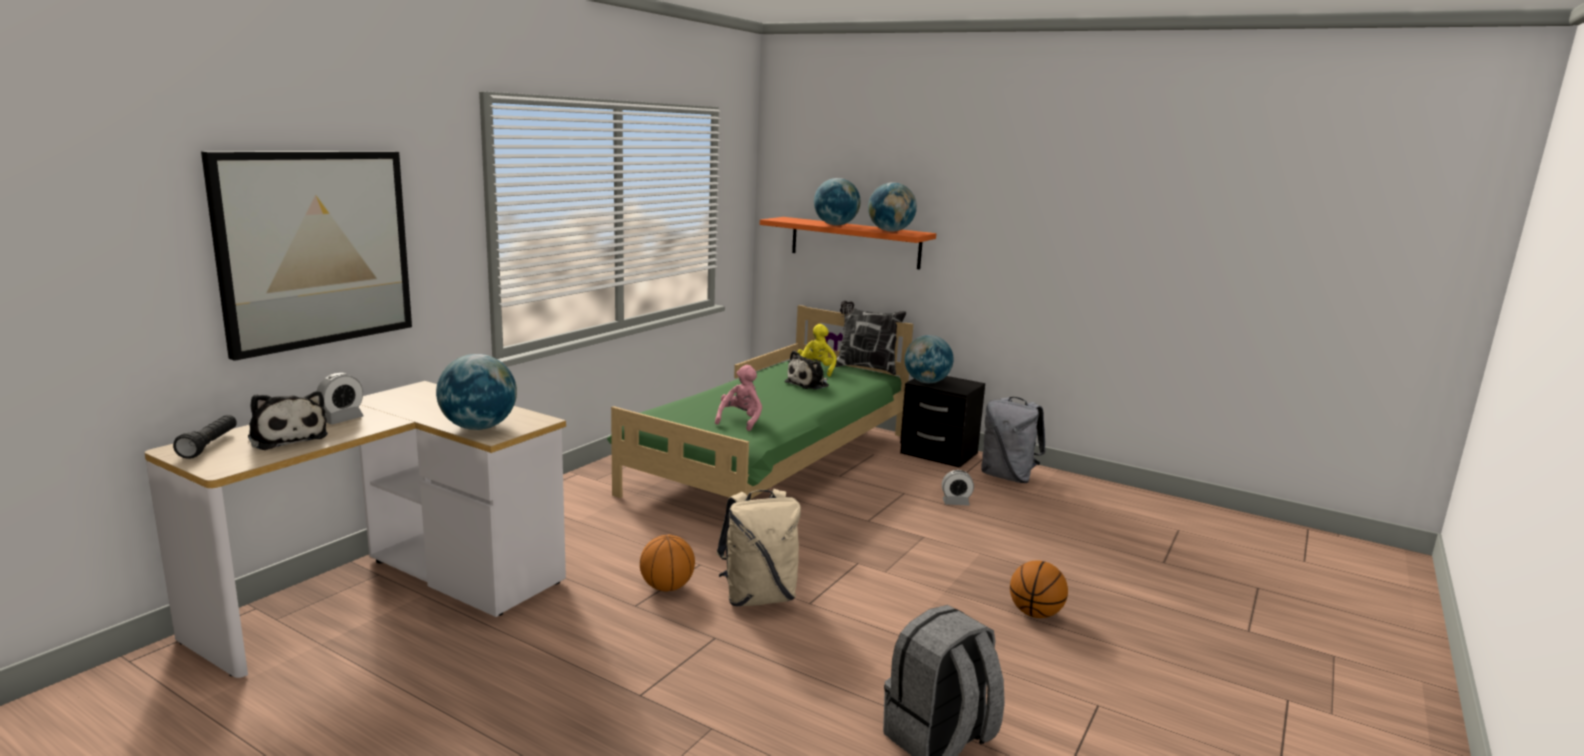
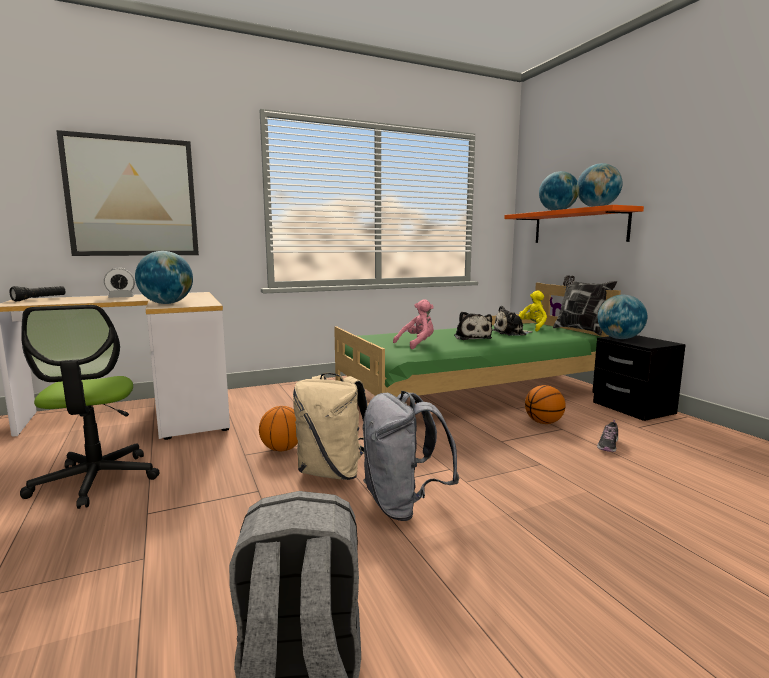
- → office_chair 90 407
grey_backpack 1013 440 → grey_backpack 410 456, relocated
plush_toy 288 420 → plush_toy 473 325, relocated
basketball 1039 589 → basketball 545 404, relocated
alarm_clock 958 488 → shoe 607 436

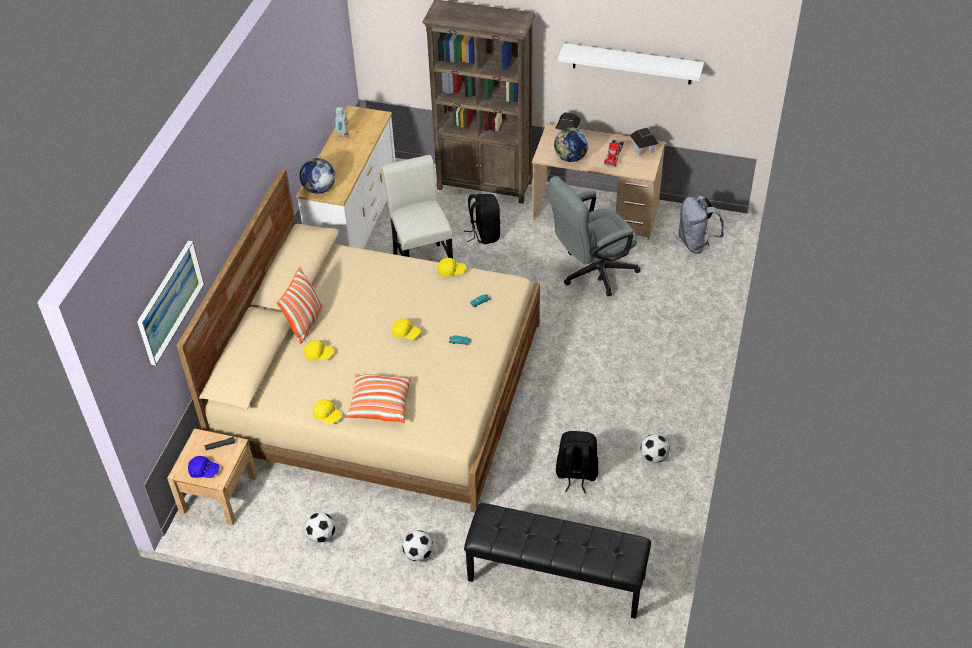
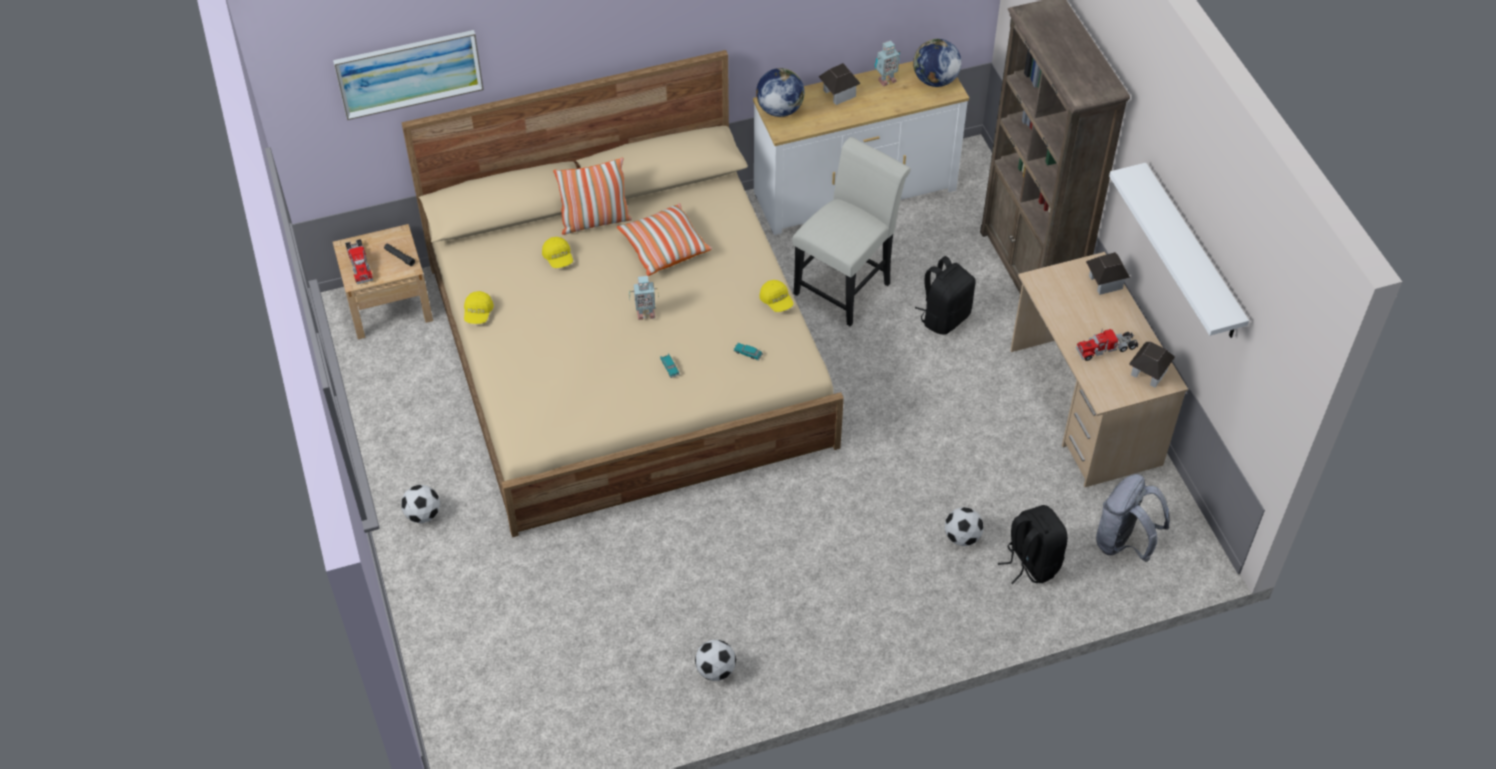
blue_cap 203 467 → toy_truck 359 261
pillow 378 398 → pillow 664 239, relocated
yellow_cap 406 329 → toy_robot 644 298
- → toy_house 839 84
globe 571 145 → globe 937 63, relocated
football 320 527 → football 964 526, relocated
black_backpack 577 462 → black_backpack 1033 544, relocated
black_bench 557 561 → -
grey_office_chair 594 236 → -

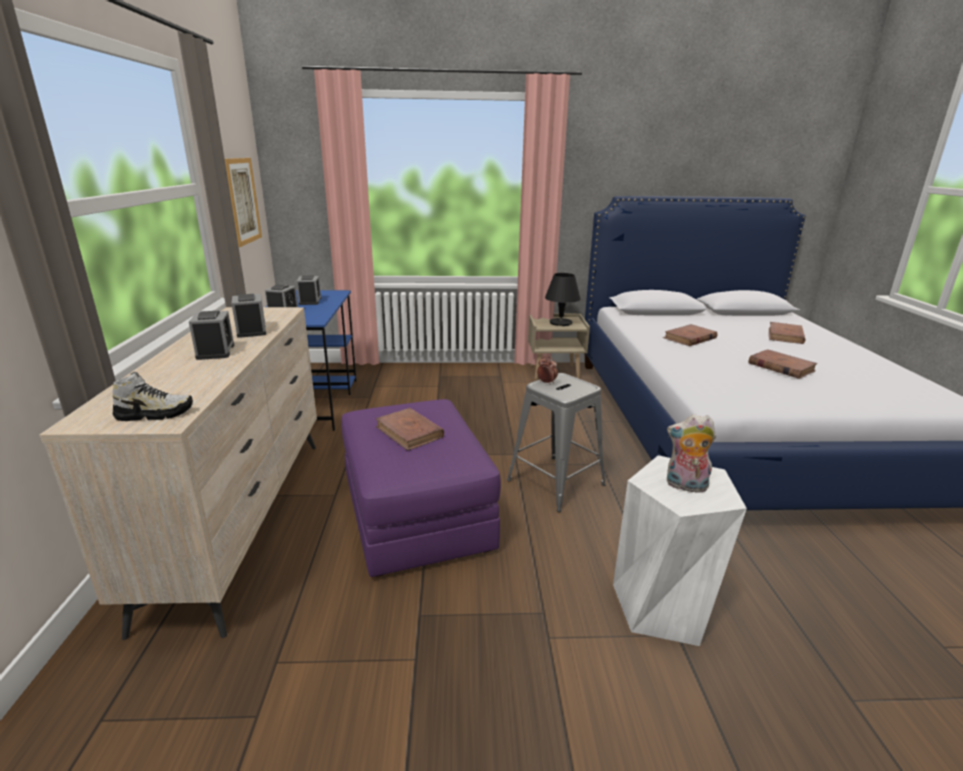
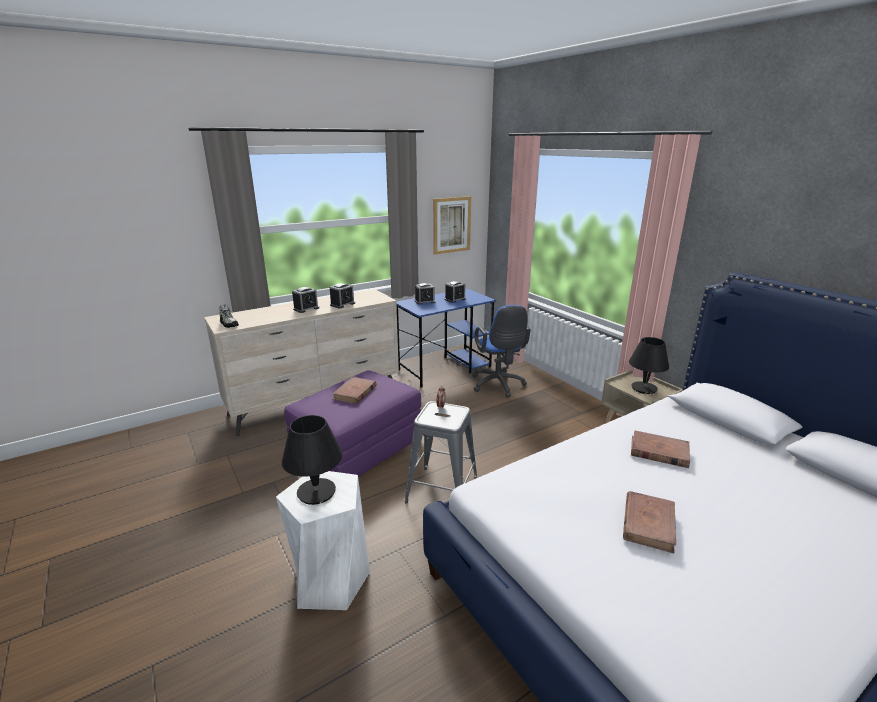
plush_toy 691 453 → black_table_lamp 312 460
- → blue_office_chair 501 351
brown_book 787 333 → -

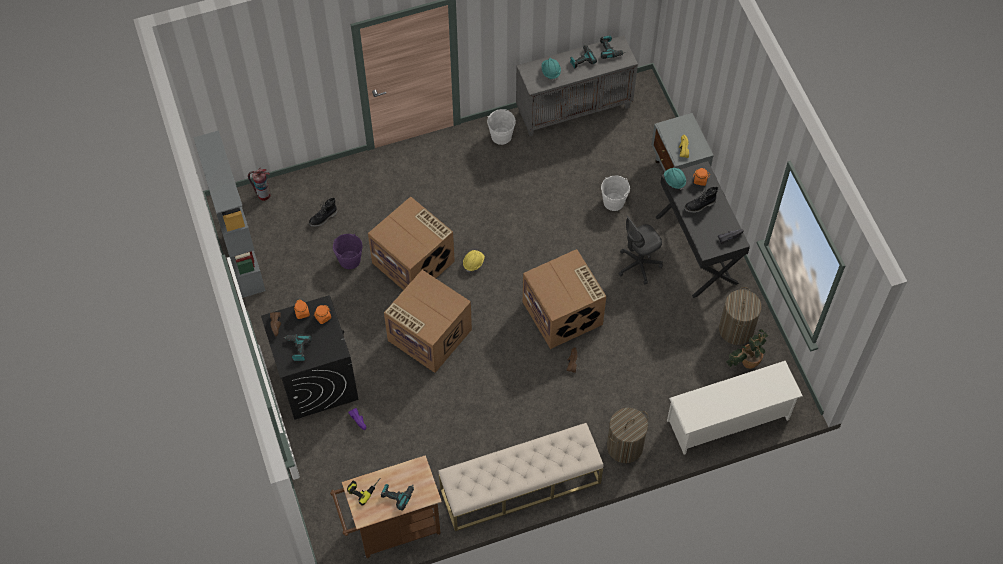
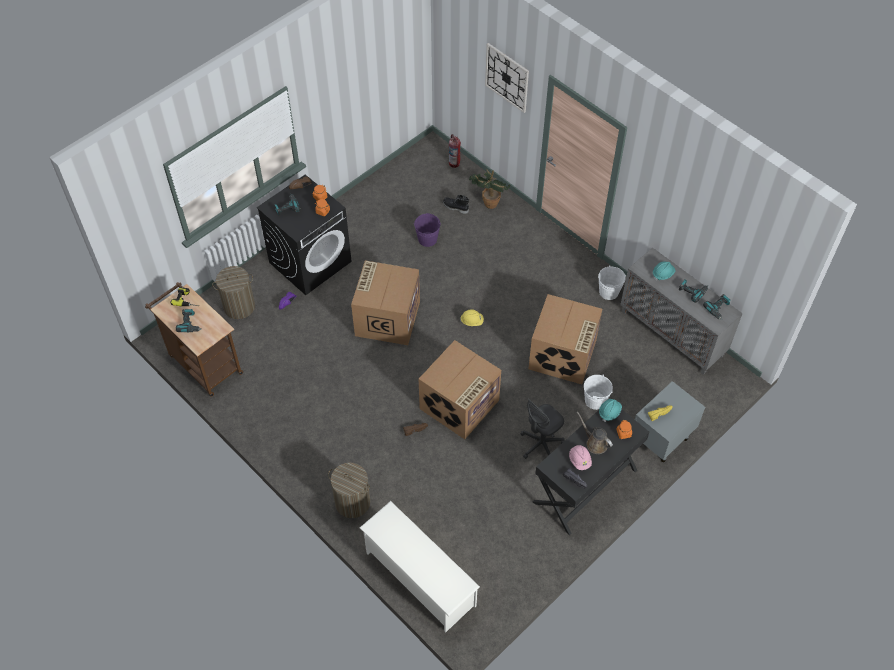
laundry_basket 740 316 → laundry_basket 233 292, relocated
potted_plant 747 349 → potted_plant 489 189, relocated
- → wall_clock 507 78
grey_office_chair 640 250 → grey_office_chair 543 429, 75 degrees counterclockwise
cardboard_box 411 243 → cardboard_box 565 339, relocated
- → pink_hard_hat 580 457
black_boot 701 200 → brown_watering_can 595 433
grey_bookcase 229 214 → -
beige_bench 521 477 → -

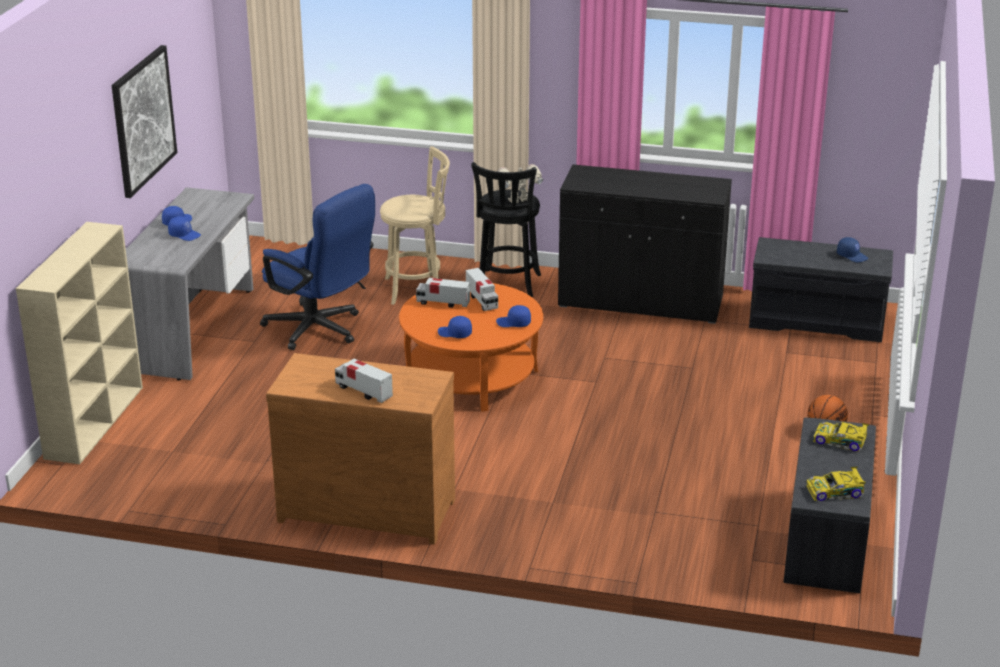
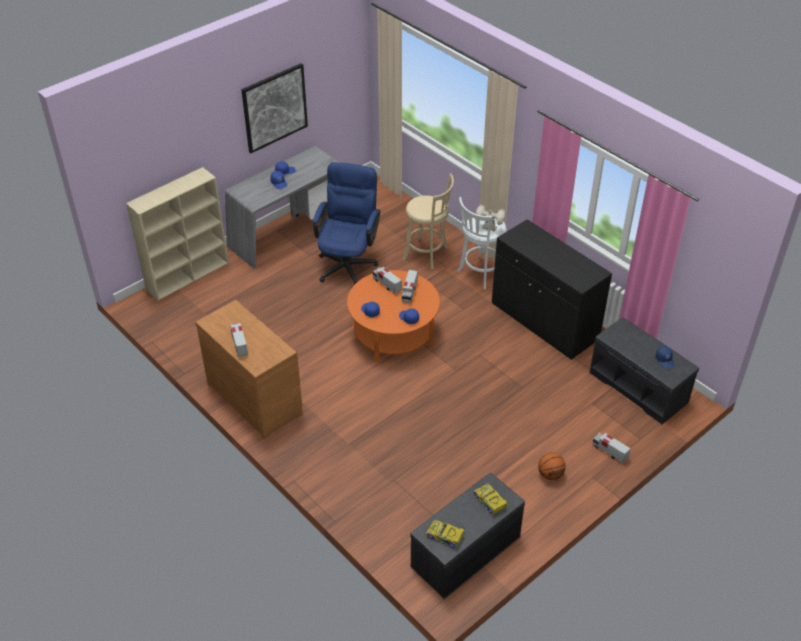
blue_office_chair 317 267 → blue_office_chair 347 223, 150 degrees counterclockwise
black_stool 506 229 → white_stool 481 243
- → toy_truck 611 448

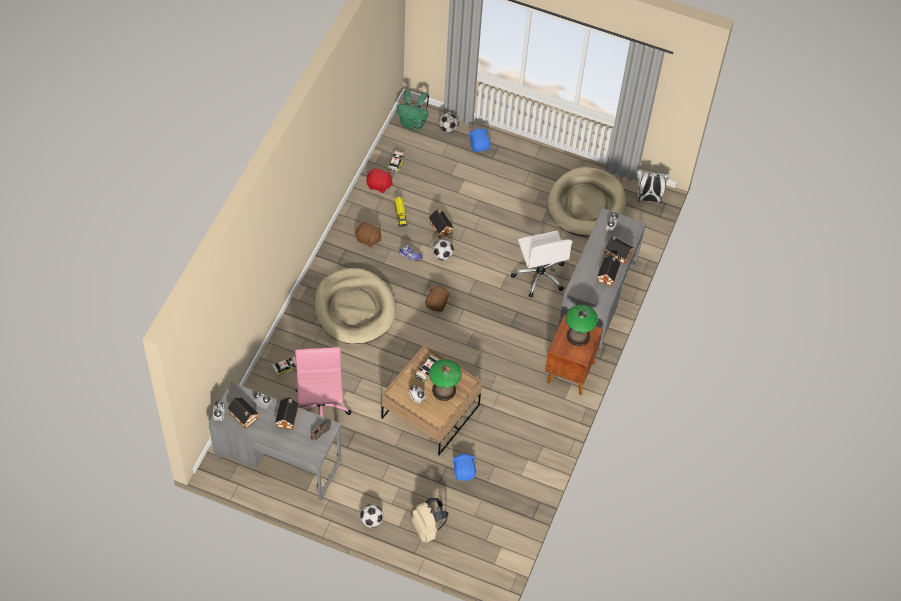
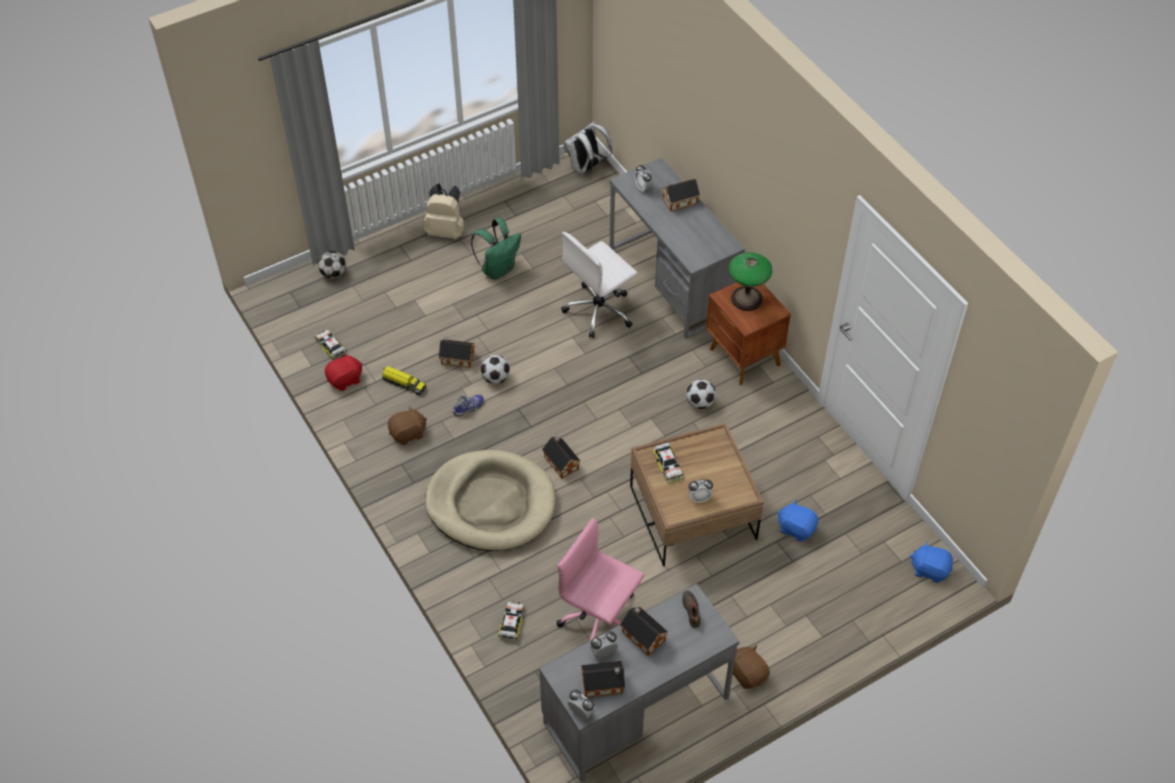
beige_backpack 429 520 → beige_backpack 443 211, relocated
green_backpack 413 109 → green_backpack 496 248, relocated
toy_house 609 270 → toy_house 561 457, relocated
white_office_chair 542 264 → white_office_chair 599 285, 120 degrees clockwise
football 371 516 → football 701 394, relocated
brown_plush_toy 438 299 → brown_plush_toy 751 667, relocated
blue_plush_toy 479 140 → blue_plush_toy 931 562, relocated
table_lamp 445 380 → -
beige_dog_bed 587 202 → -

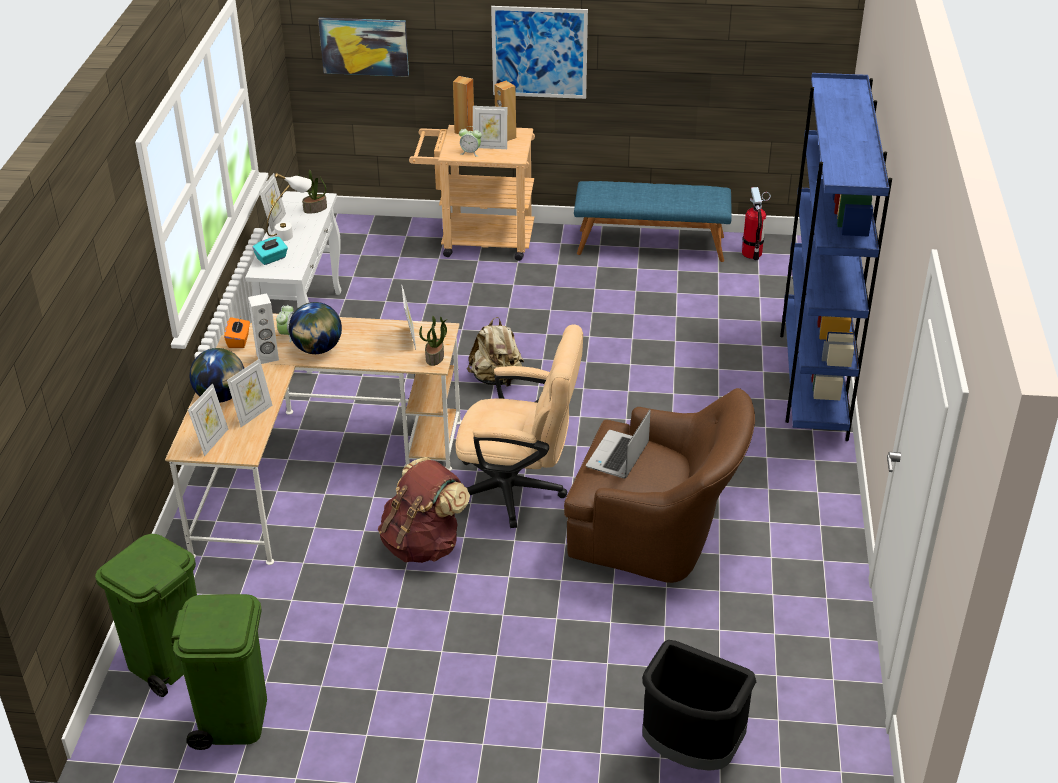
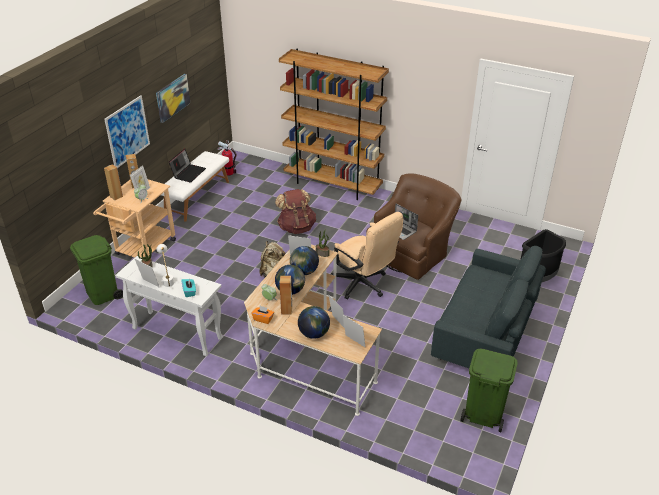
green_trash_can 146 615 → green_trash_can 96 270, relocated
picture 363 47 → picture 173 98, relocated
blue_bench 653 221 → white_bench 195 186
- → laptop 187 165
brown_backpack 424 510 → brown_backpack 295 211, relocated
blue_bookcase 836 257 → brown_bookcase 334 124
white_speaker 263 328 → brown_speaker 285 295
- → globe 304 260
beige_office_chair 519 426 → beige_office_chair 367 255, 105 degrees clockwise
- → grey_sofa 488 307

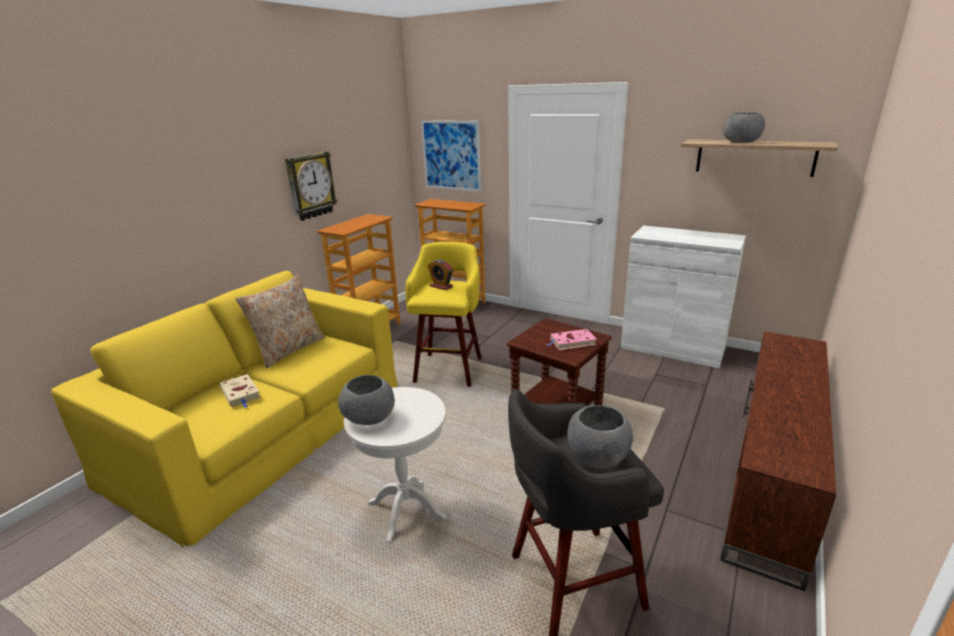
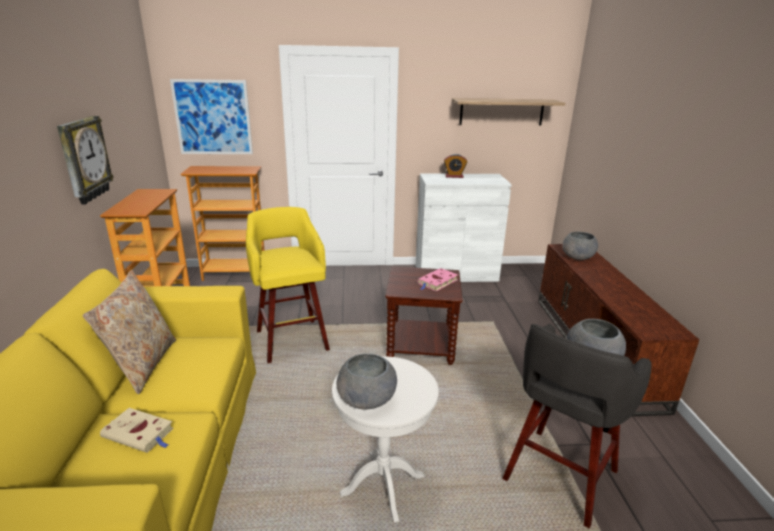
alarm_clock 440 274 → alarm_clock 455 166, relocated
grey_bowl 743 128 → grey_bowl 580 246, relocated

